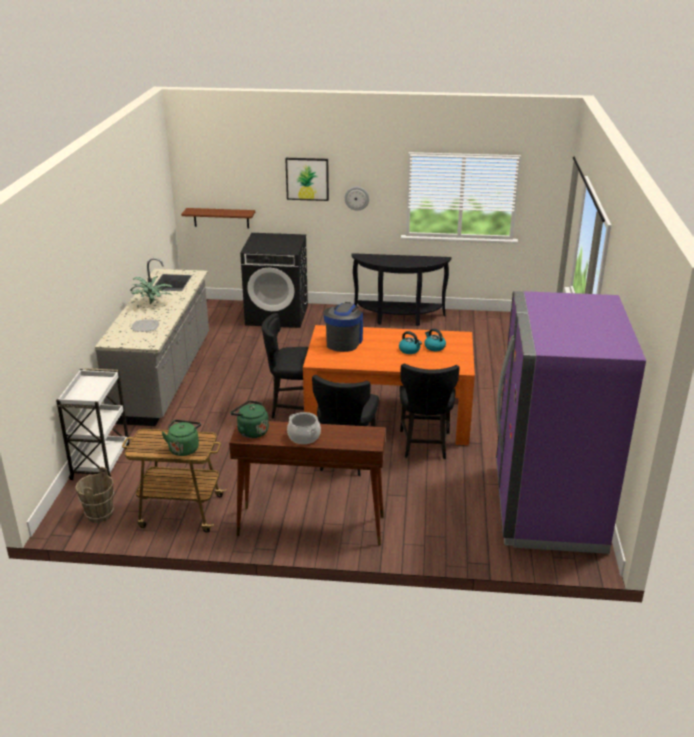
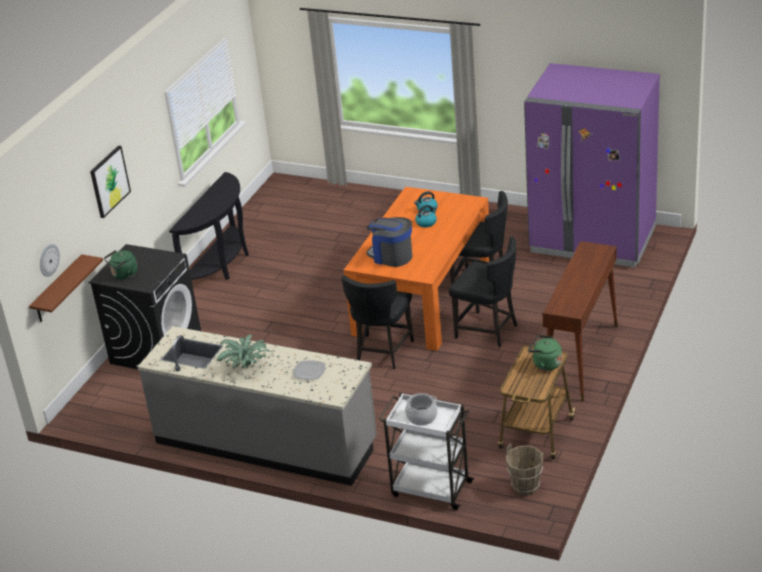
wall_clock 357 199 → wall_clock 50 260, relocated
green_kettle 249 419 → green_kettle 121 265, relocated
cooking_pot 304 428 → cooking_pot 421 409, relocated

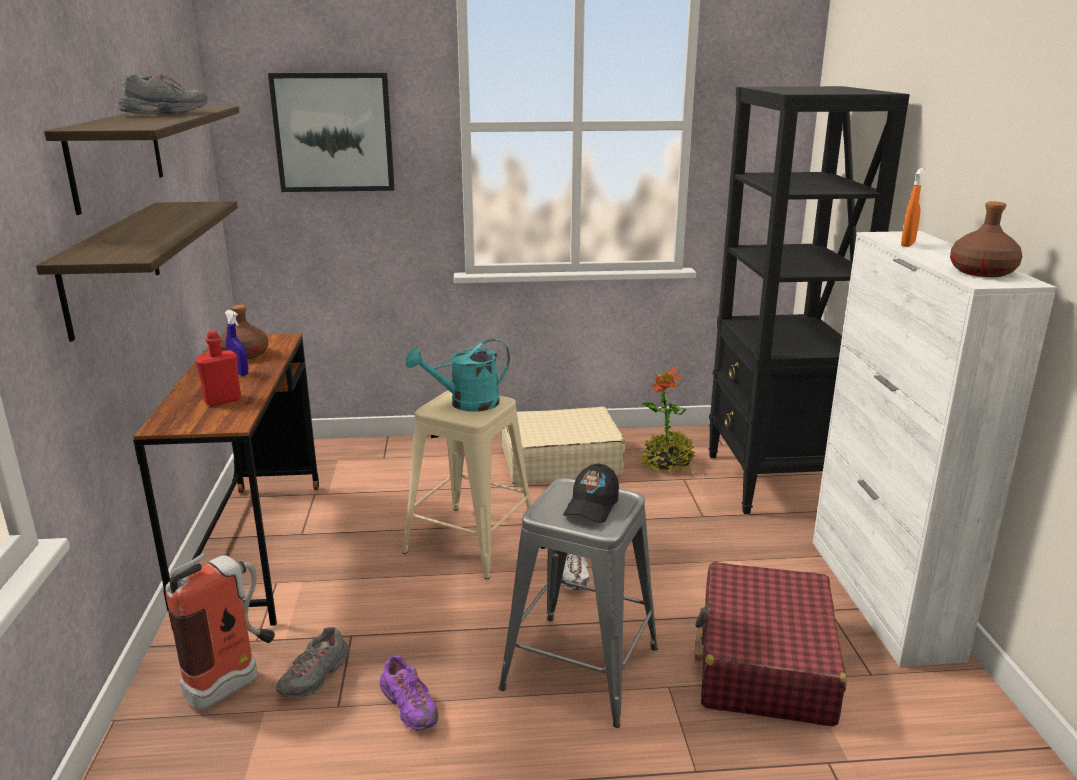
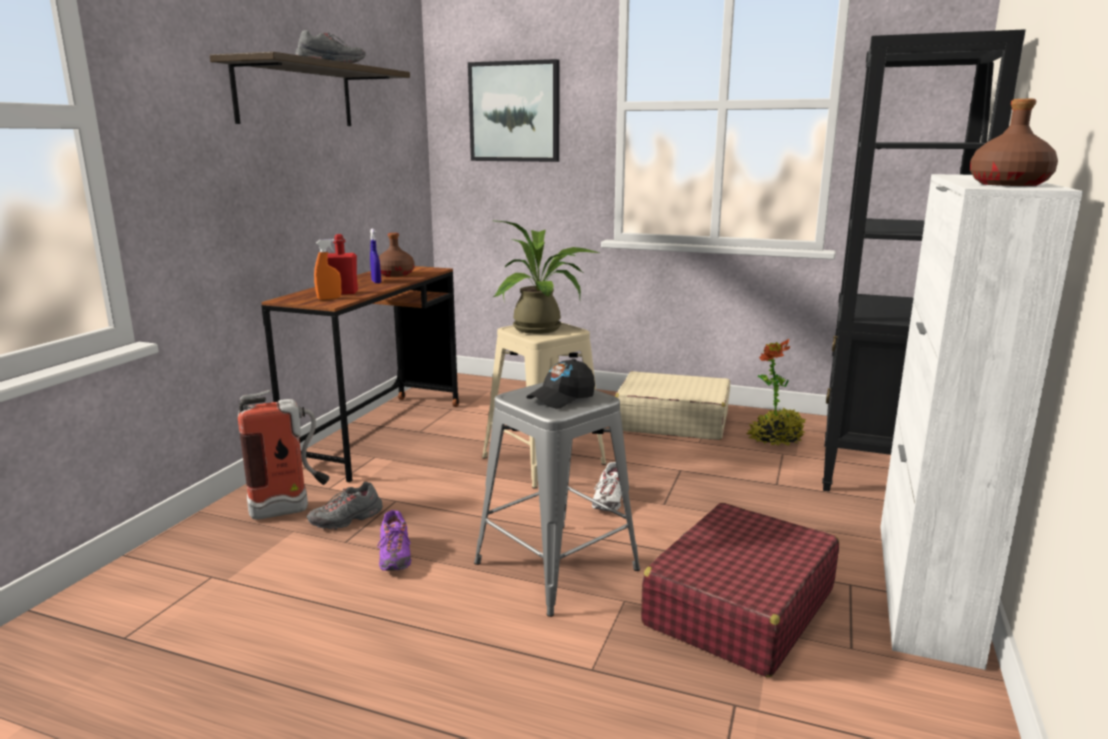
orange_spray_bottle 912 207 → orange_spray_bottle 327 269, relocated
turquoise_watering_can 458 375 → potted_plant 546 277
shelf 137 271 → -

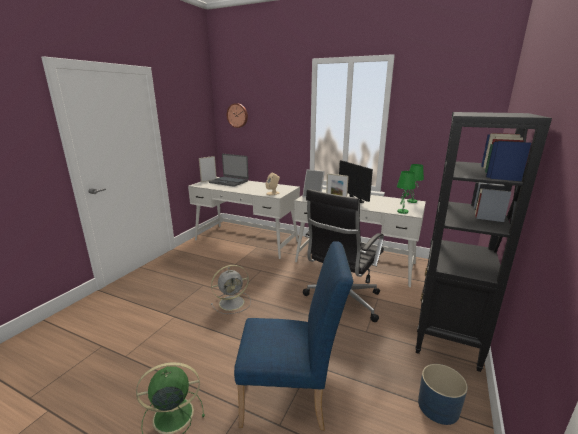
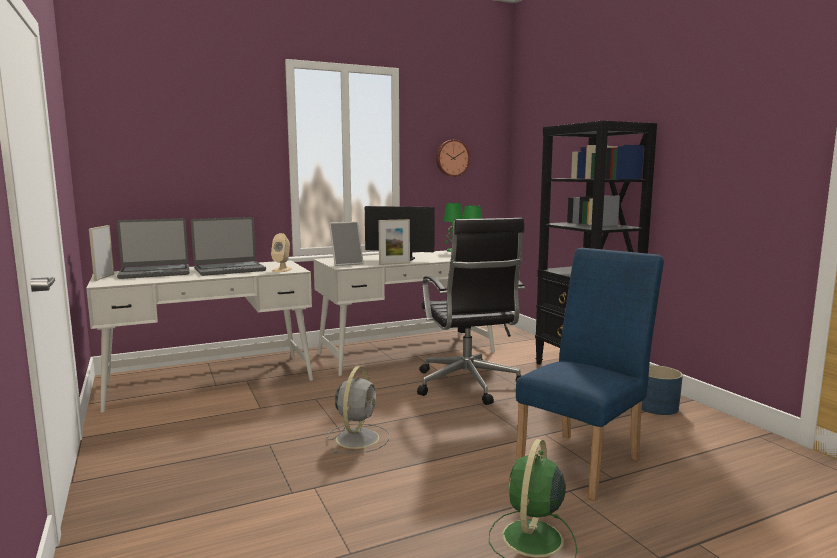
- → laptop 228 246
wall_clock 237 115 → wall_clock 453 158, relocated

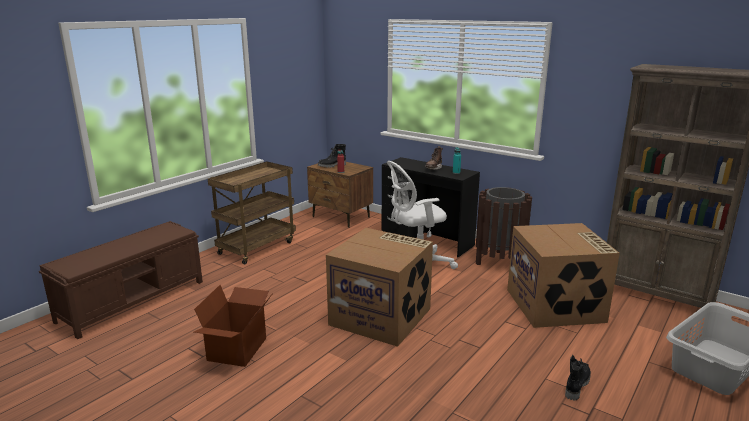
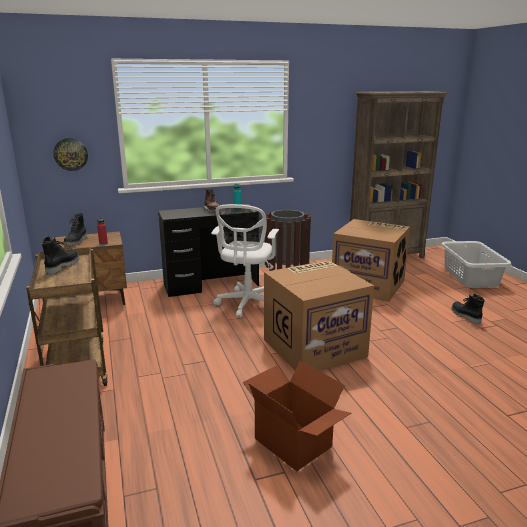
- → black_boot 60 255
- → wall_clock 70 154

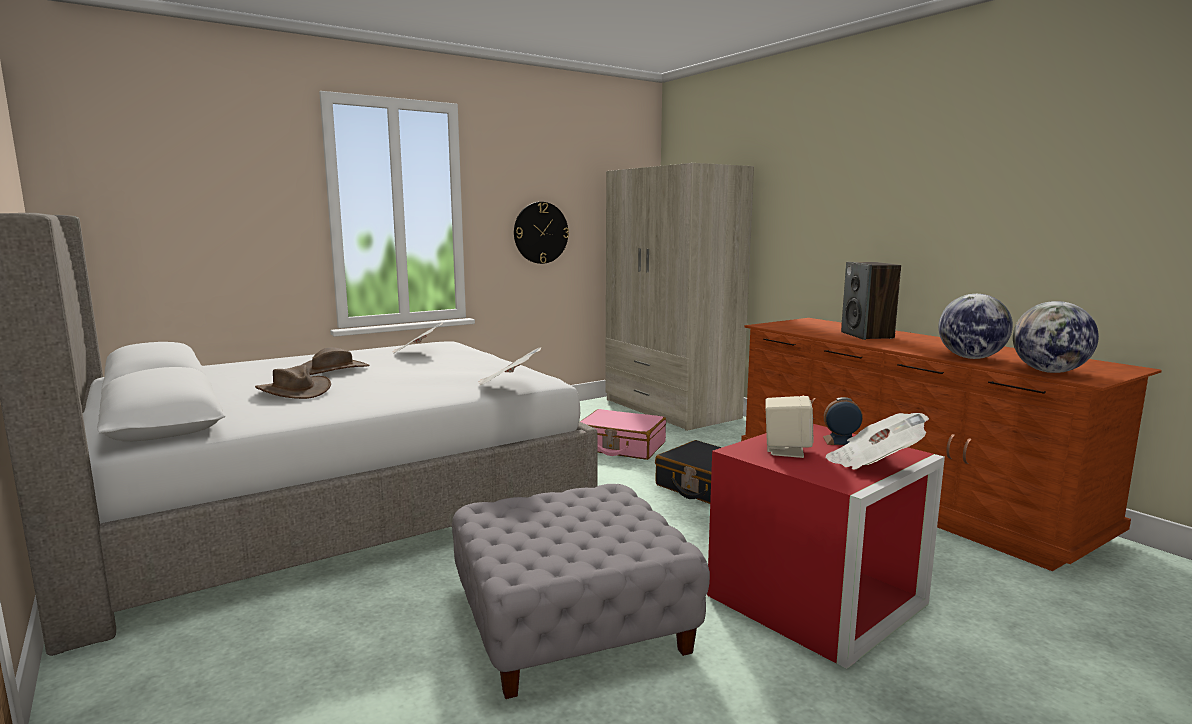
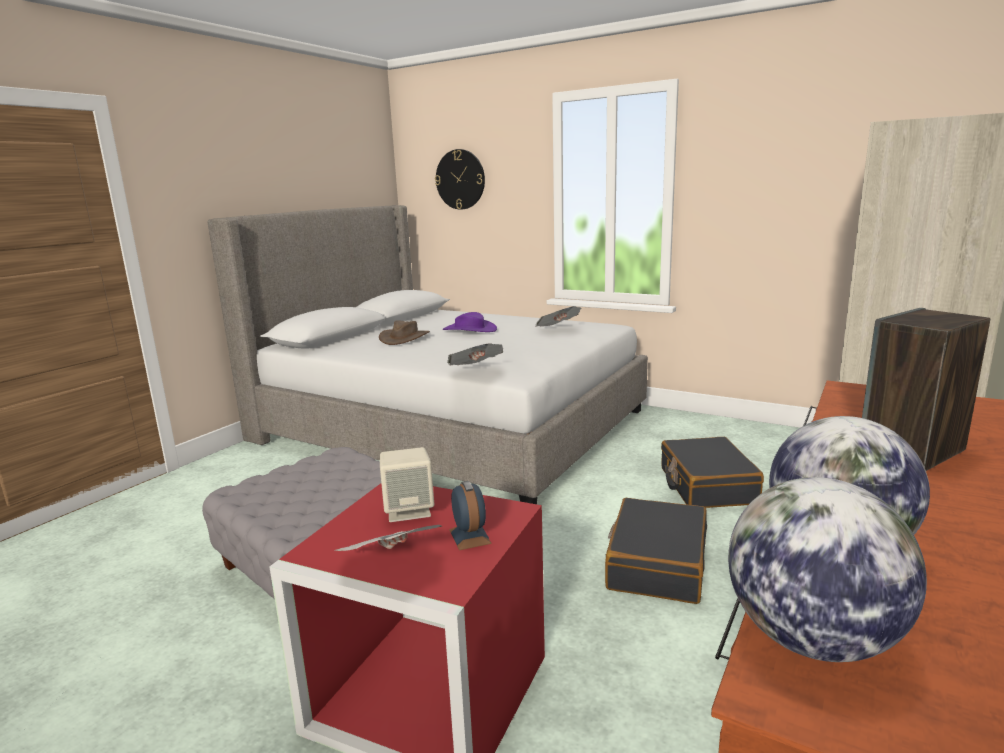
wall_clock 541 233 → wall_clock 460 179, relocated
brown_hat 336 361 → purple_hat 470 322
pink_suitcase 623 434 → black_suitcase 712 472

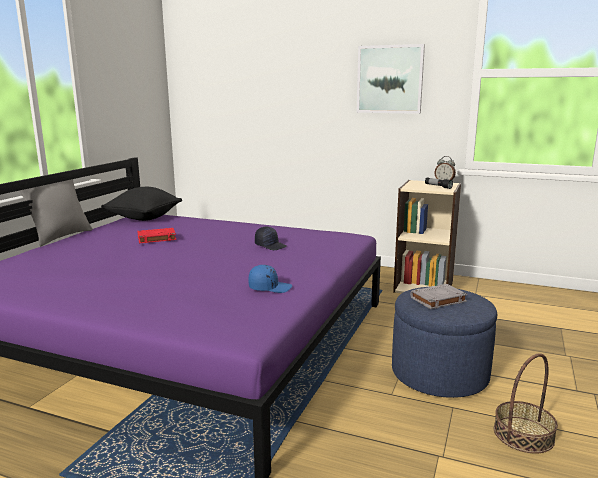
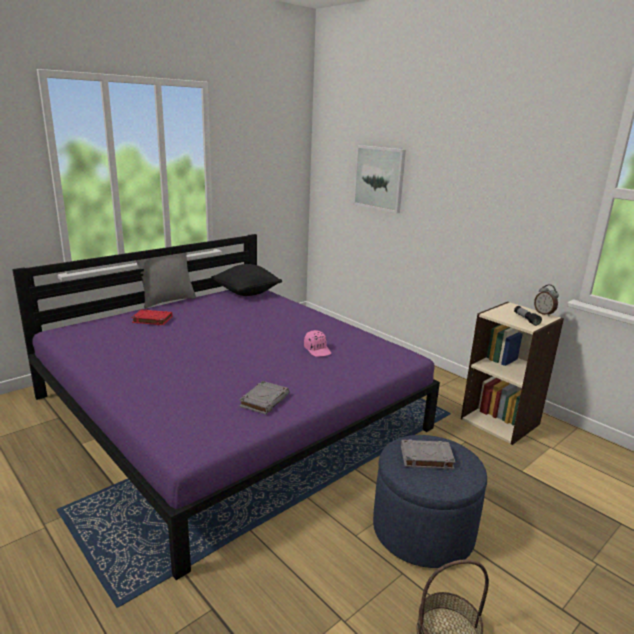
red_book 156 235 → red_book 152 317, relocated
blue_cap 270 279 → grey_book 264 398
black_cap 271 238 → pink_cap 317 343
picture 391 79 → picture 379 179, relocated

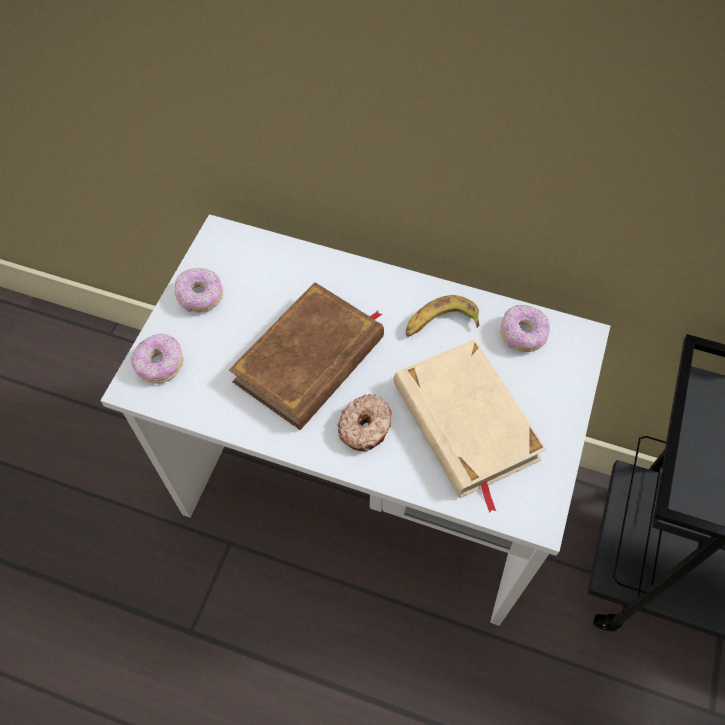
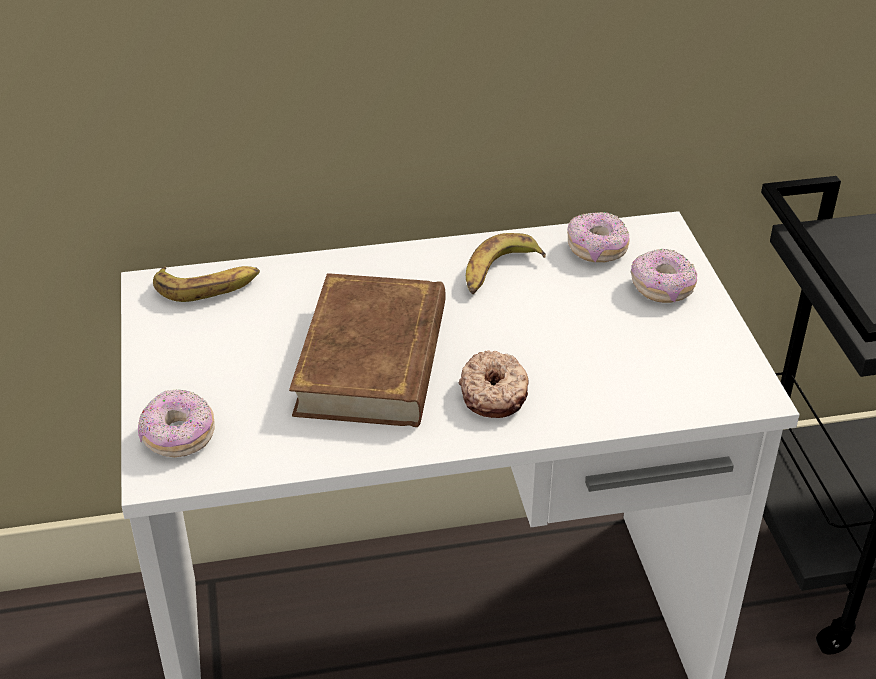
- → banana 206 284
donut 199 290 → donut 664 276, relocated
beige_book 470 426 → -

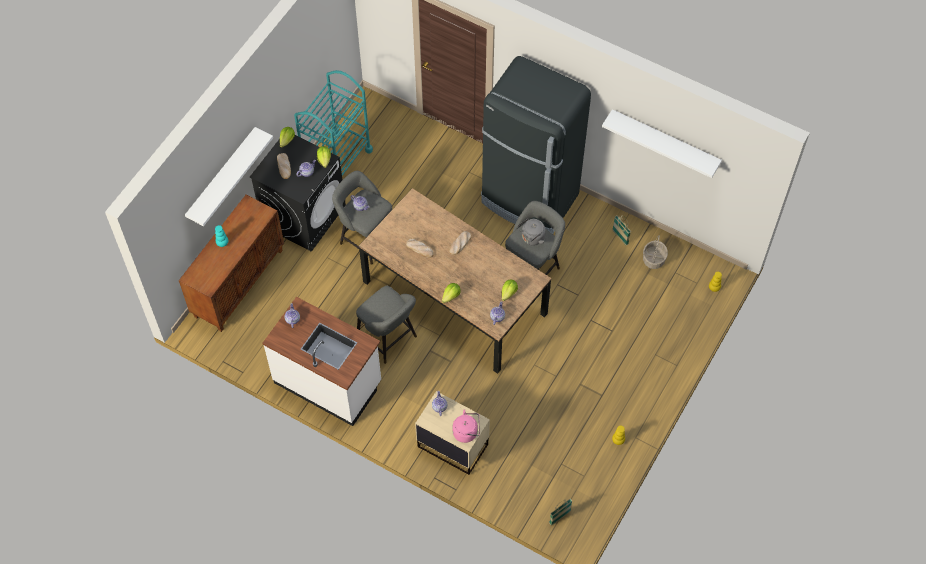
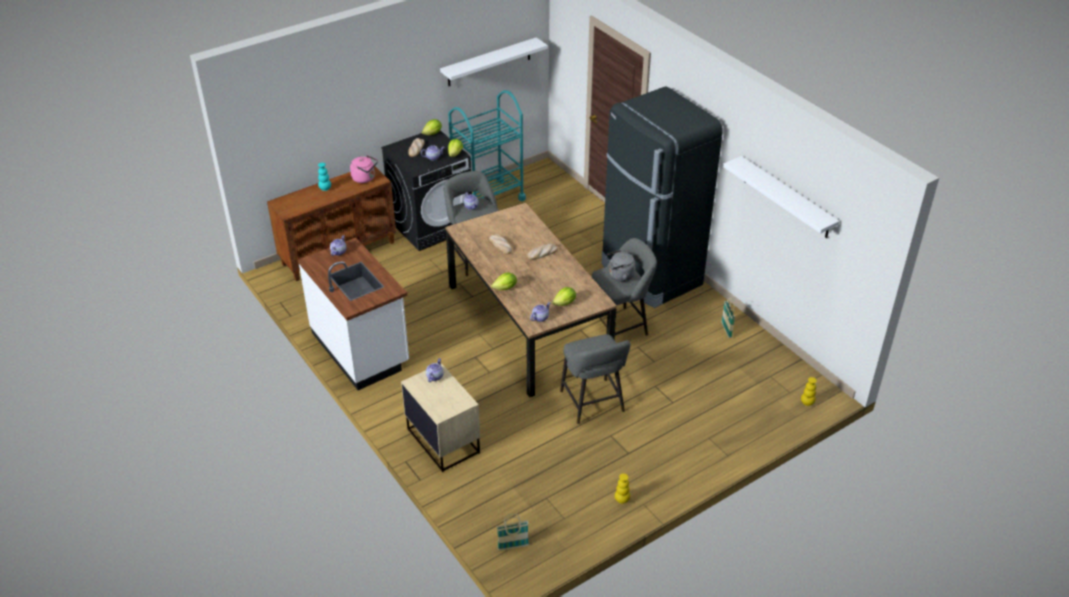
pink_kettle 466 426 → pink_kettle 364 169, relocated
white_shelf 229 176 → white_shelf 494 61, relocated
grey_stool 386 325 → grey_stool 595 379, relocated
basket 655 252 → -

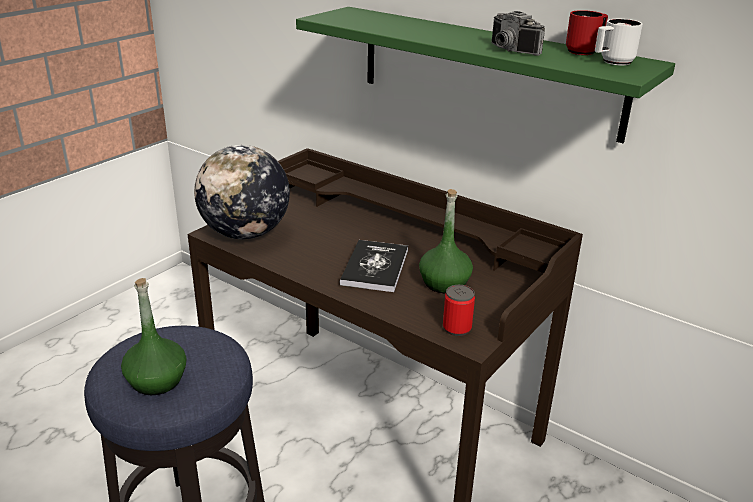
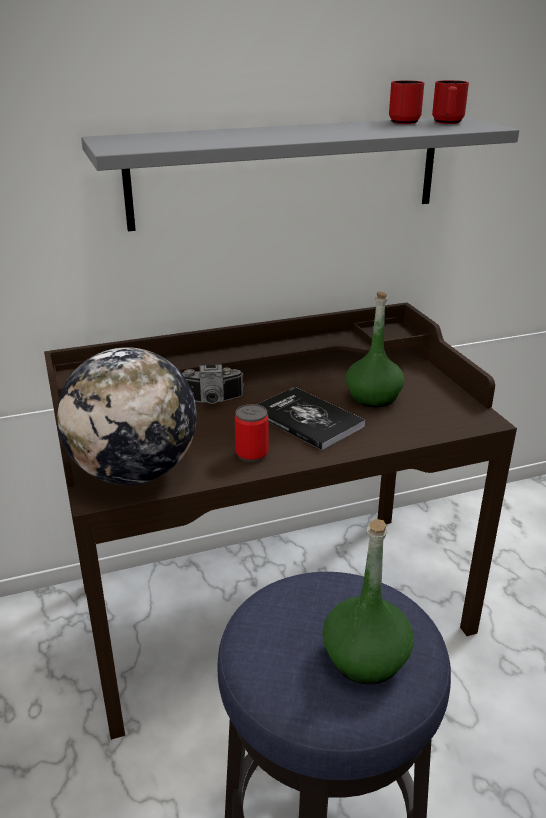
green_shelf 485 75 → grey_shelf 300 173
photo_camera 518 33 → photo_camera 213 384, relocated
can 459 310 → can 251 433, relocated
white_mug 619 42 → red_mug 450 102

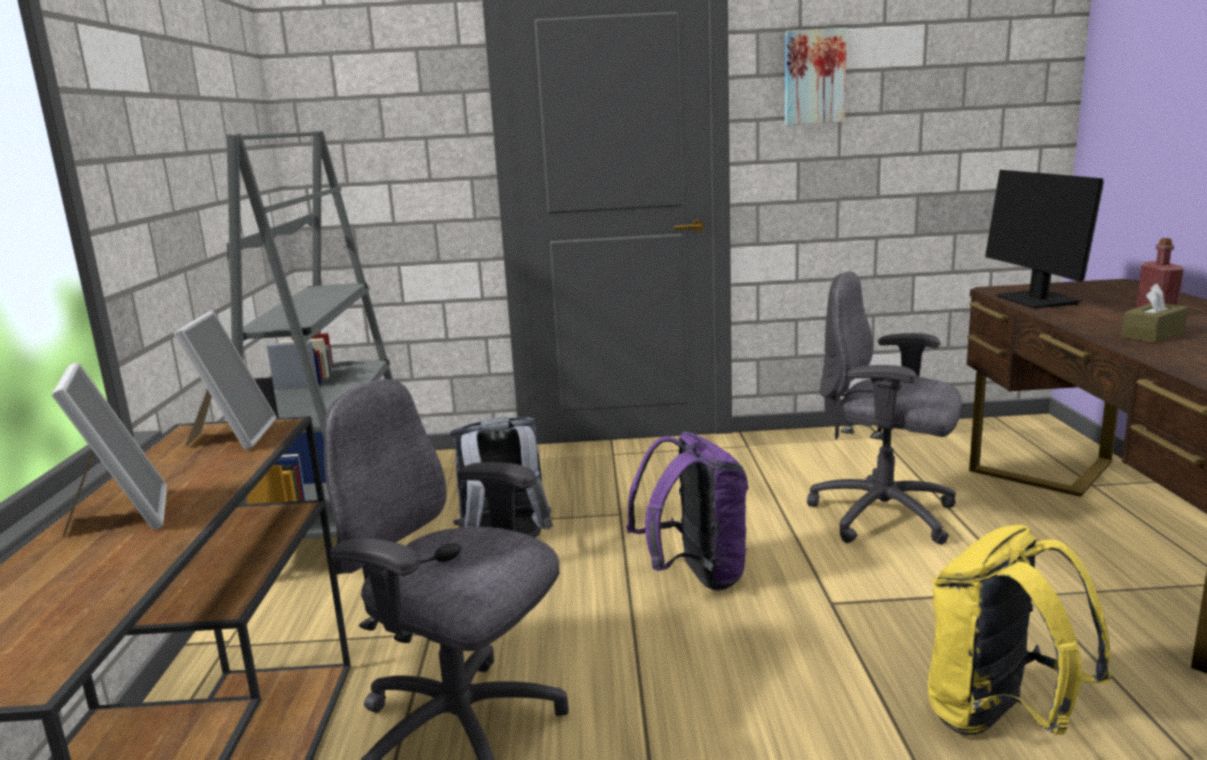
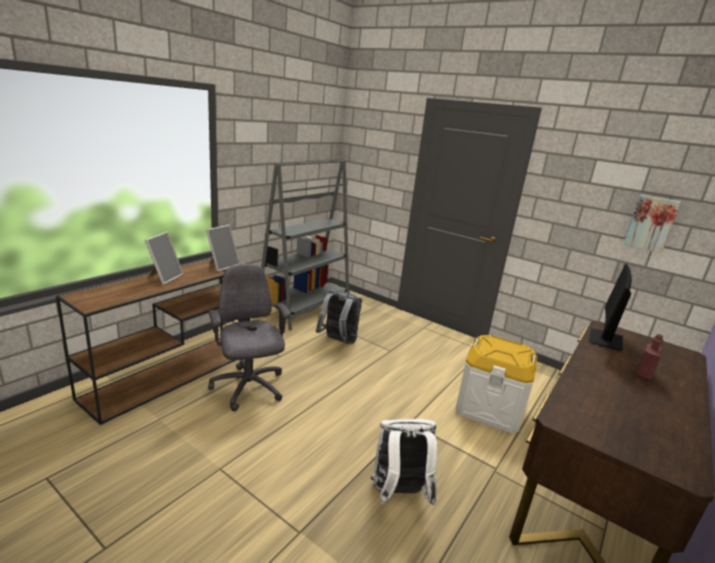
yellow_backpack 1019 630 → white_backpack 404 462
grey_office_chair 884 408 → white_storage_box 496 384
picture 816 76 → picture 652 224, relocated
purple_backpack 687 511 → -
brown_tissue_box 1154 313 → -

